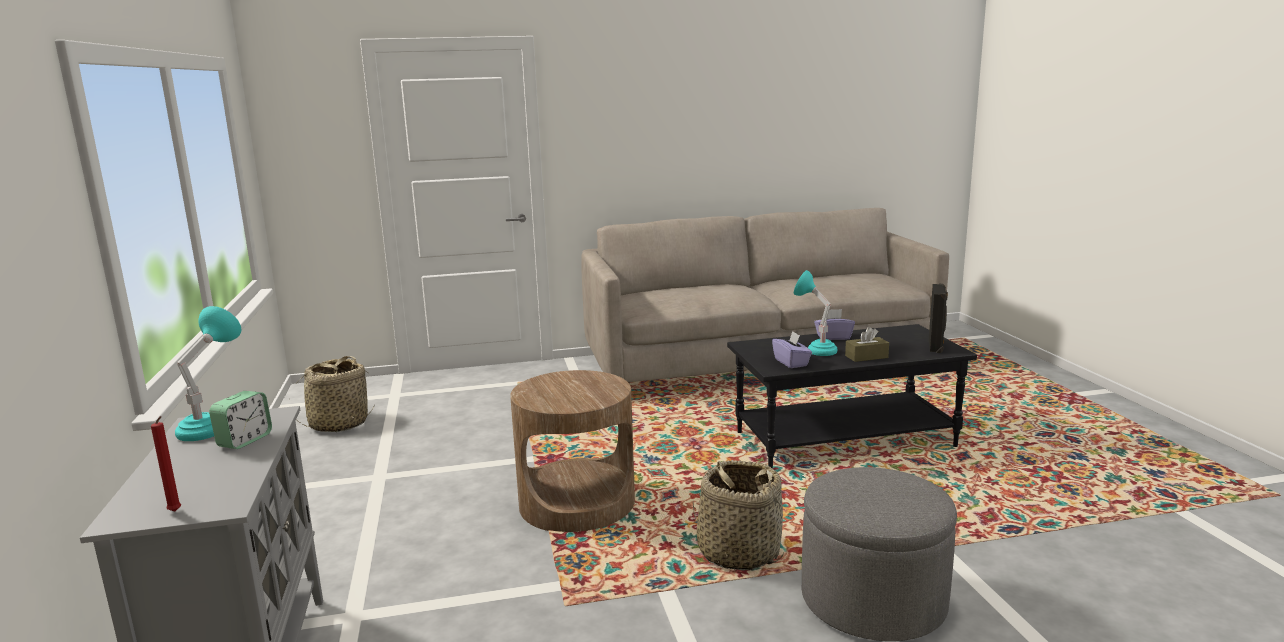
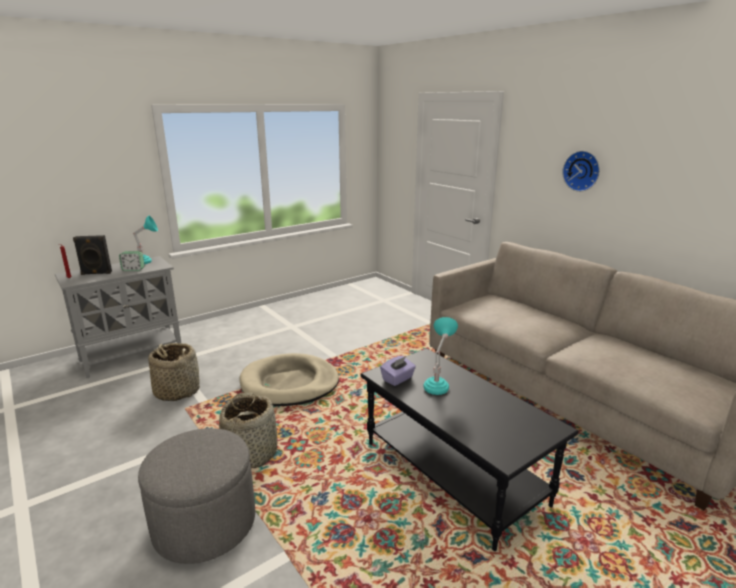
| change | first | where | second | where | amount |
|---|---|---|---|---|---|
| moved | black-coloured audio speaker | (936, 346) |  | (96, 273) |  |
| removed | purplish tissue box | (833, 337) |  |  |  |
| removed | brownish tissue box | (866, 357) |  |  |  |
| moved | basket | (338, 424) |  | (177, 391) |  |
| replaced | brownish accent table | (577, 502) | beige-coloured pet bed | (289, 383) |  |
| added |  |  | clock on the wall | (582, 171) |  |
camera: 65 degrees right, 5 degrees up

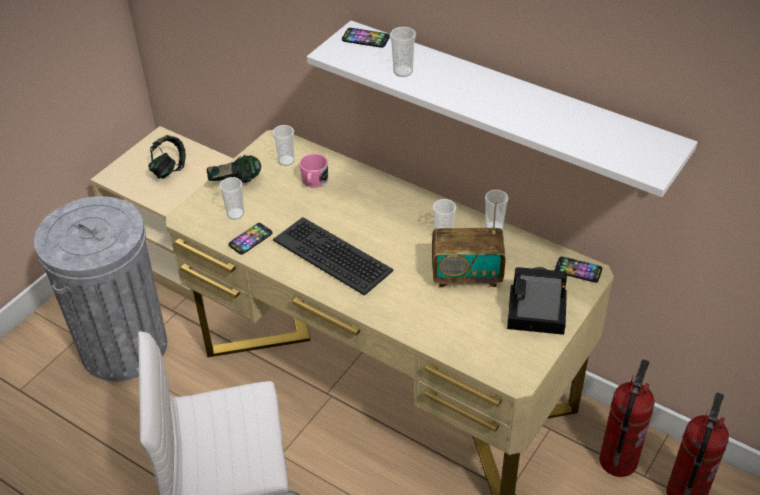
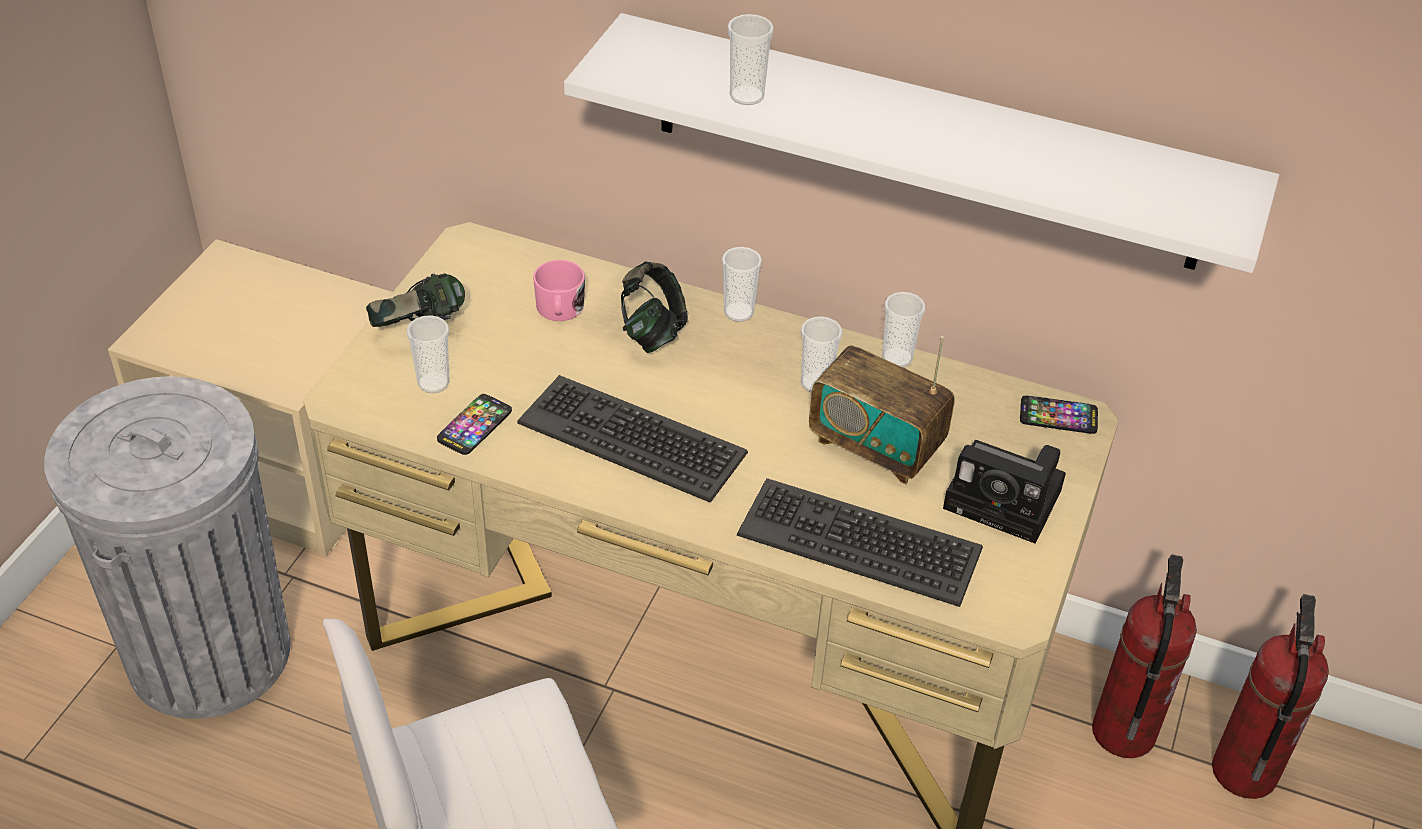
| change | first | where | second | where | amount |
|---|---|---|---|---|---|
| removed | telephone | (365, 39) |  |  |  |
| moved | small cup | (286, 161) |  | (738, 312) |  |
| moved | pair of headphones | (169, 169) |  | (652, 332) |  |
| turned | radio receiver | (466, 275) |  | (876, 446) | 45 degrees clockwise |
| turned | still camera | (533, 314) |  | (1007, 500) | 150 degrees counterclockwise |
| added |  |  | computer keyboard | (860, 541) |  |
camera: 15 degrees left, 0 degrees up

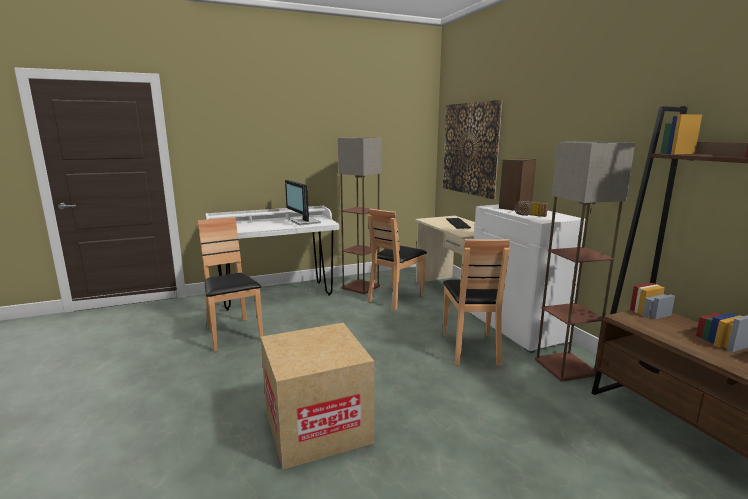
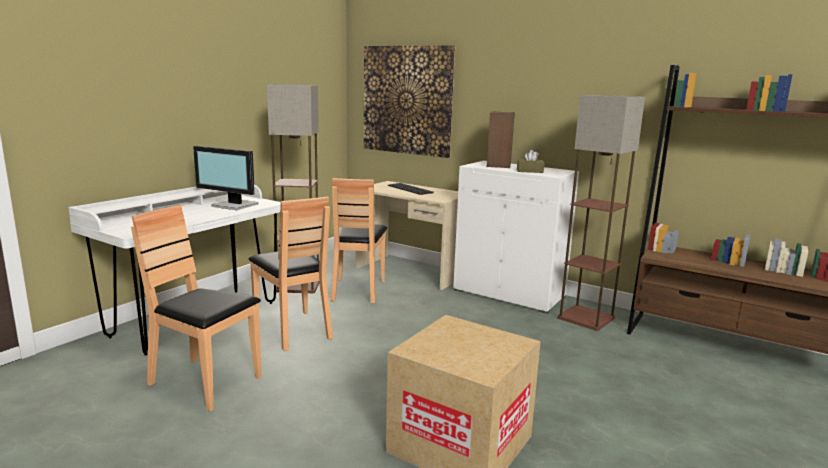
| change | first | where | second | where | amount |
|---|---|---|---|---|---|
| replaced | radio receiver | (529, 215) | brownish tissue box | (530, 171) |  |
| moved | brownish plain chair | (471, 348) |  | (293, 330) |  |
camera: 35 degrees left, 0 degrees up

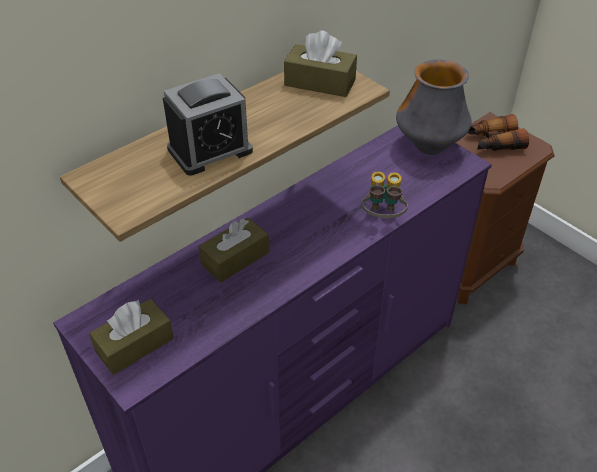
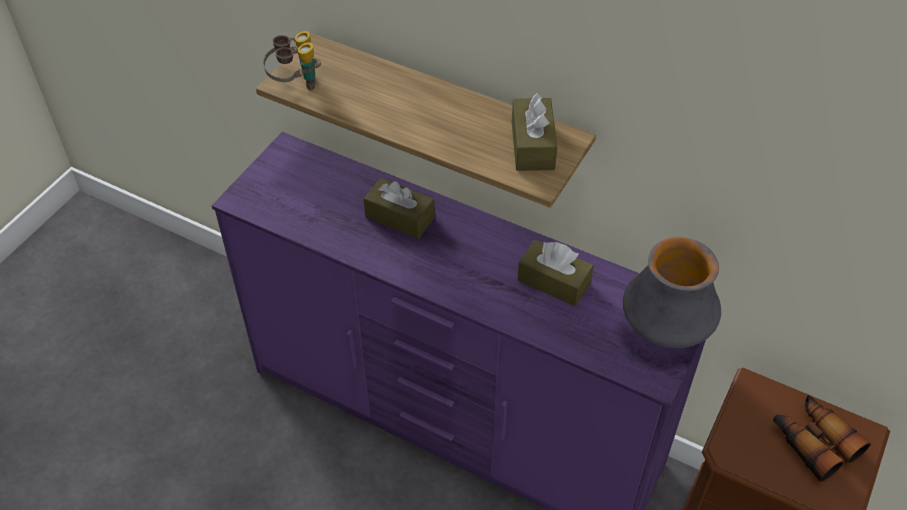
| change | first | where | second | where | amount |
|---|---|---|---|---|---|
| removed | bedside clock | (210, 150) |  |  |  |
| moved | pair of binoculars | (382, 218) |  | (295, 84) |  |
| moved | brownish tissue box | (134, 345) |  | (553, 281) |  |
camera: 70 degrees right, 5 degrees up

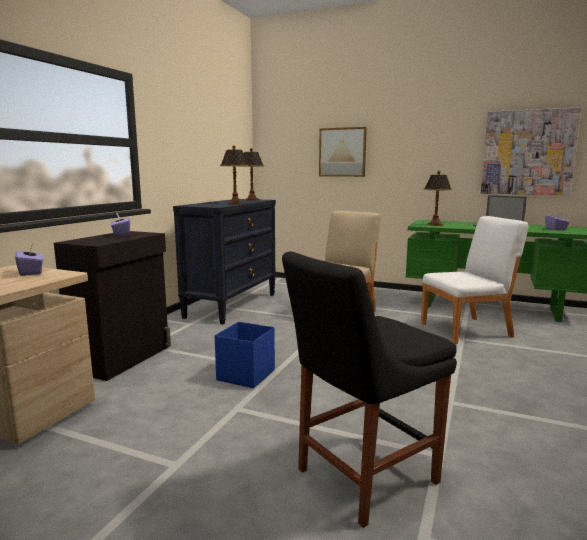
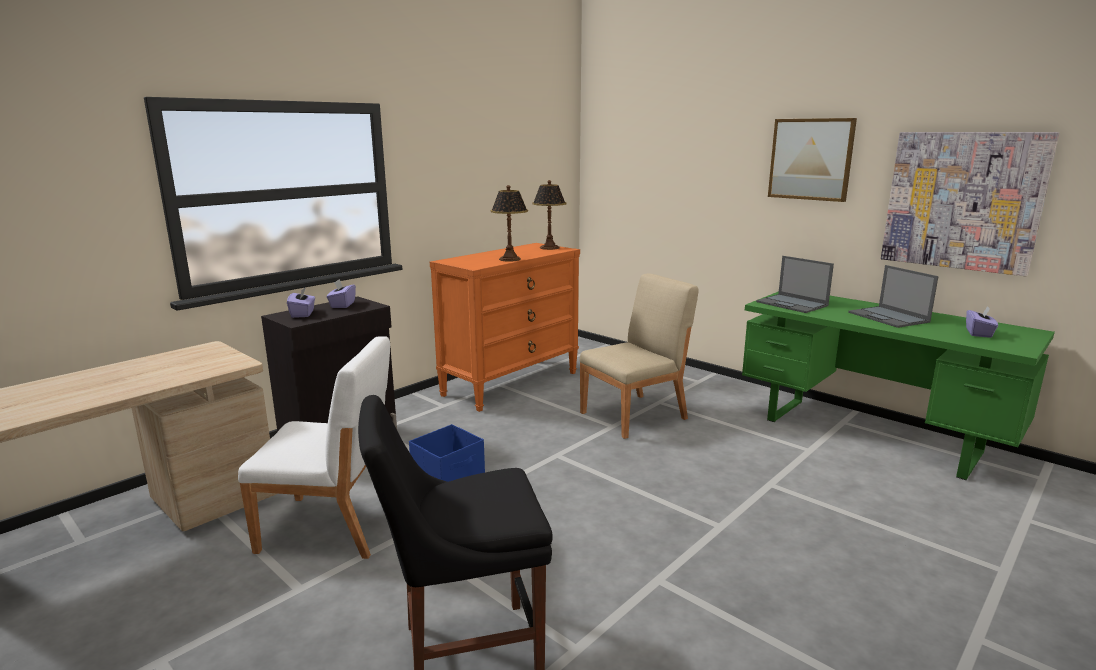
| change | first | where | second | where | amount |
|---|---|---|---|---|---|
| moved | wall art | (342, 152) |  | (811, 159) |  |
| replaced | table lamp | (435, 224) | notebook computer | (792, 304) |  |
| recoloured | black-coloured chest of drawers | (232, 305) | orange-coloured chest of drawers | (511, 383) |  |
| moved | white plain chair | (467, 330) |  | (332, 526) |  |
| moved | purplish tissue box | (31, 272) |  | (303, 314) |  |
camera: 20 degrees right, 5 degrees up

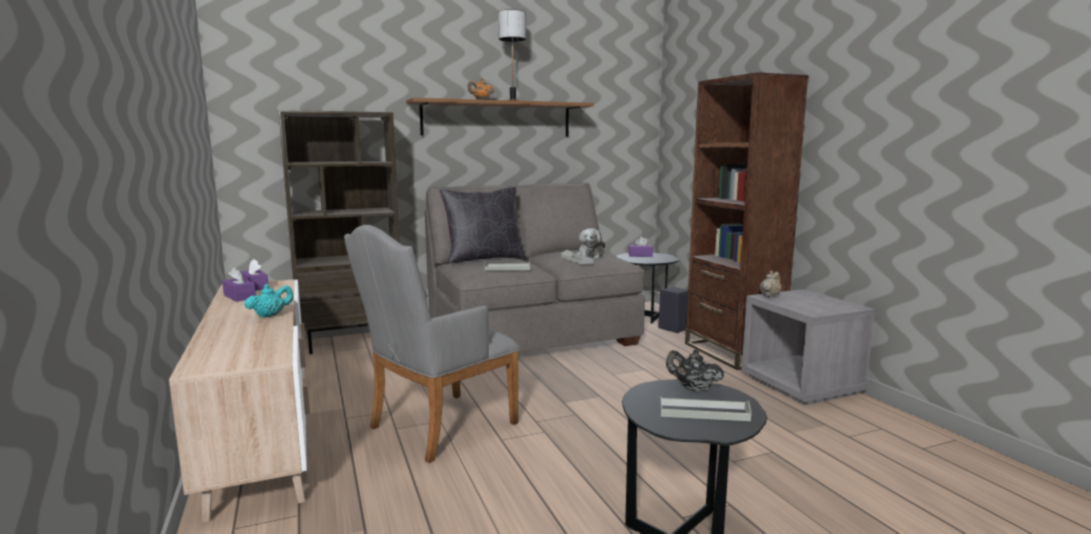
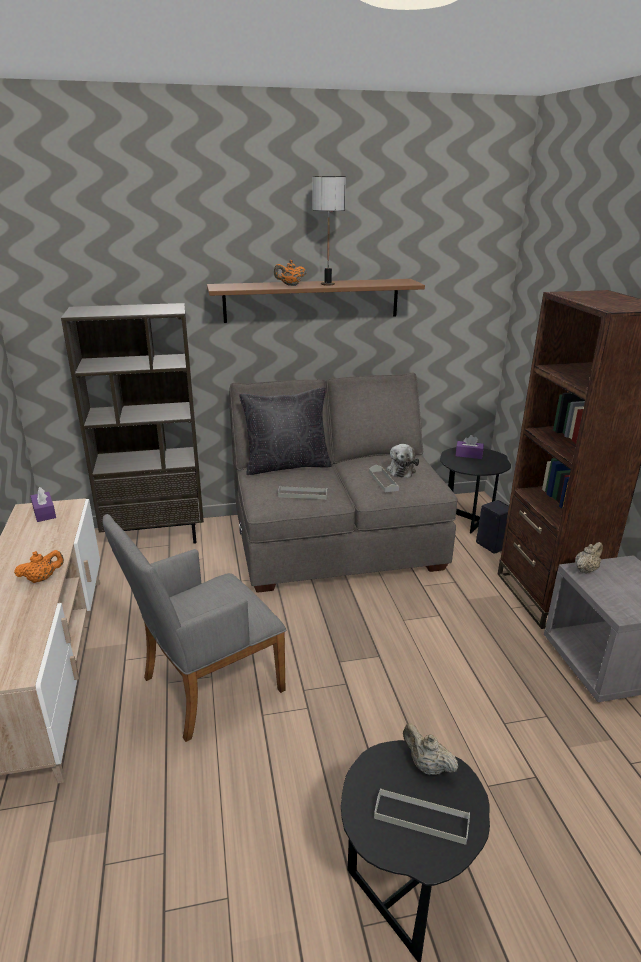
| change | first | where | second | where | amount |
|---|---|---|---|---|---|
| removed | purplish tissue box | (239, 297) |  |  |  |
| recoloured | turquoise tea pot | (270, 315) | orange-coloured tea pot | (42, 579) |  |
| recoloured | black-coloured tea pot | (692, 389) | beige-coloured tea pot | (427, 765) |  |
camera: 10 degrees right, 15 degrees up

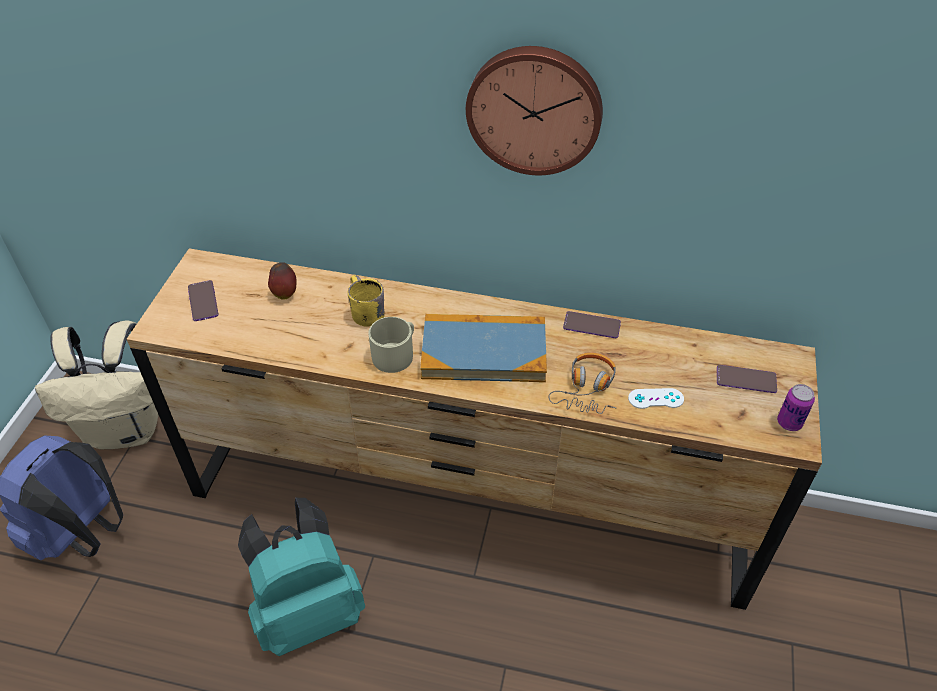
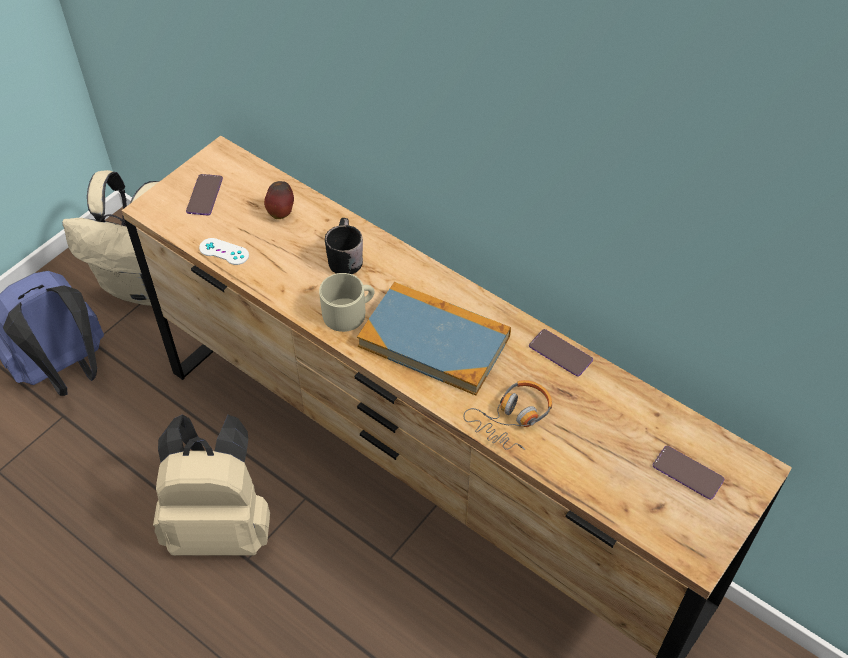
| change | first | where | second | where | amount |
|---|---|---|---|---|---|
| removed | clock on the wall | (535, 109) |  |  |  |
| recoloured | yellowish coffee mug | (362, 312) | black-coloured coffee mug | (342, 257) |  |
| removed | sealed can | (789, 423) |  |  |  |
| moved | white joypad | (656, 399) |  | (224, 252) |  |
| recoloured | turquoise knapsack | (308, 612) | beige-coloured knapsack | (221, 526) |  |
camera: 25 degrees right, 5 degrees up

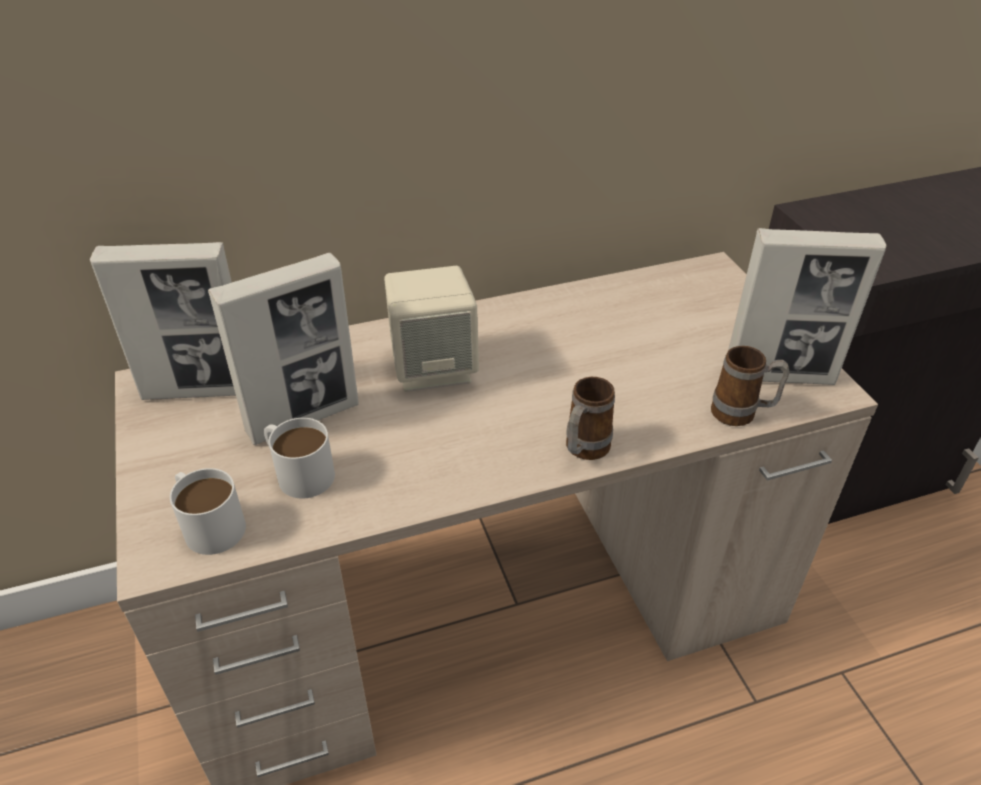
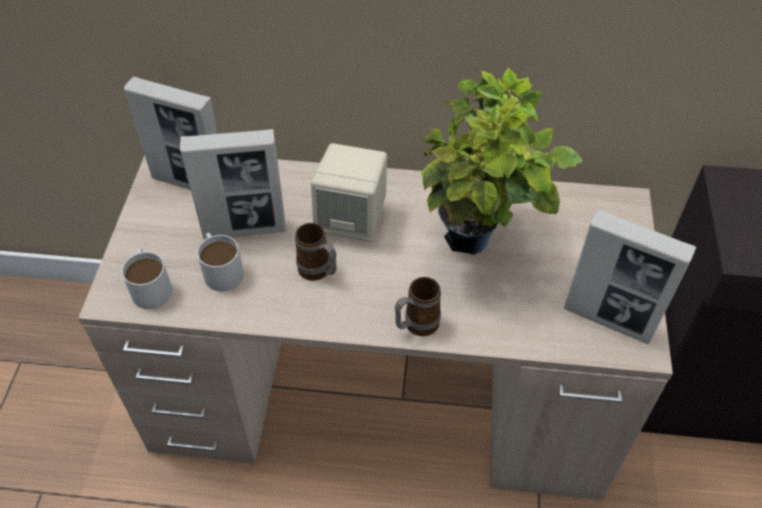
| change | first | where | second | where | amount |
|---|---|---|---|---|---|
| moved | coffee mug | (742, 415) |  | (318, 272) |  |
| added |  |  | potted plant | (477, 247) |  |
camera: 25 degrees right, 10 degrees up

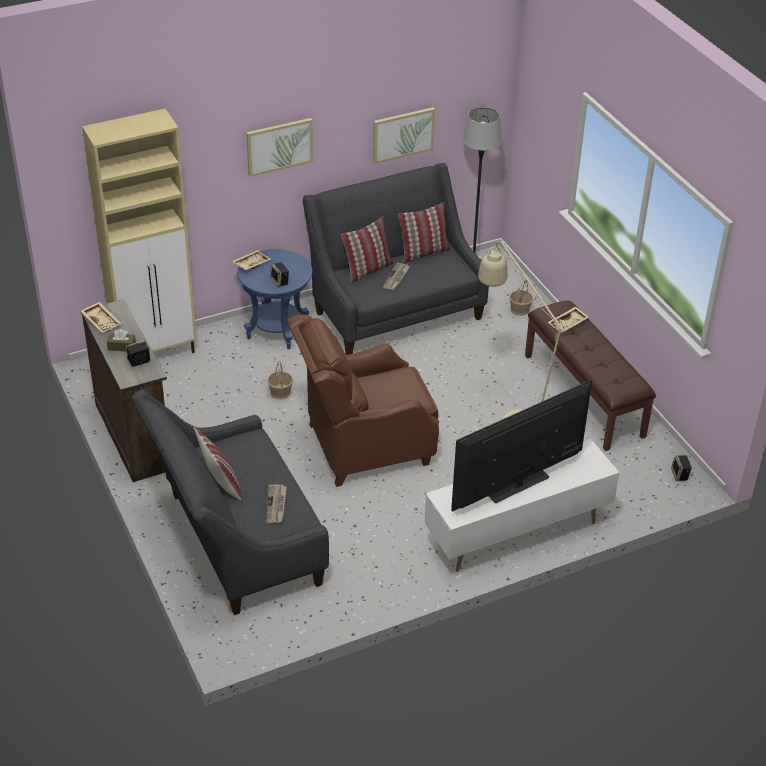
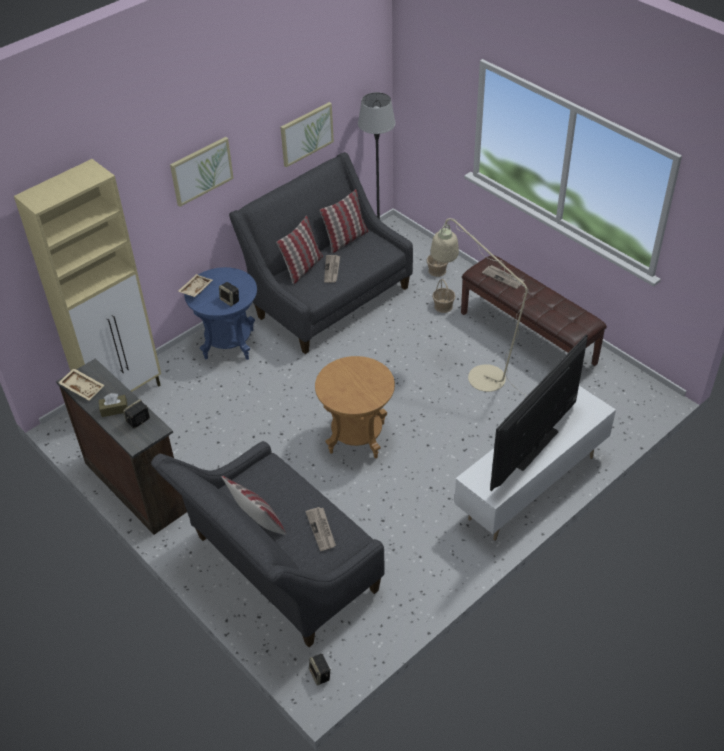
| change | first | where | second | where | amount |
|---|---|---|---|---|---|
| replaced | beige-coloured serving tray | (568, 324) | newspaper | (503, 278) |  |
| replaced | brownish easy chair | (364, 445) | brownish accent table | (357, 437) |  |
| moved | basket | (280, 392) |  | (443, 306) |  |
| moved | audio speaker | (680, 475) |  | (320, 675) |  |
camera: 15 degrees left, 5 degrees up

